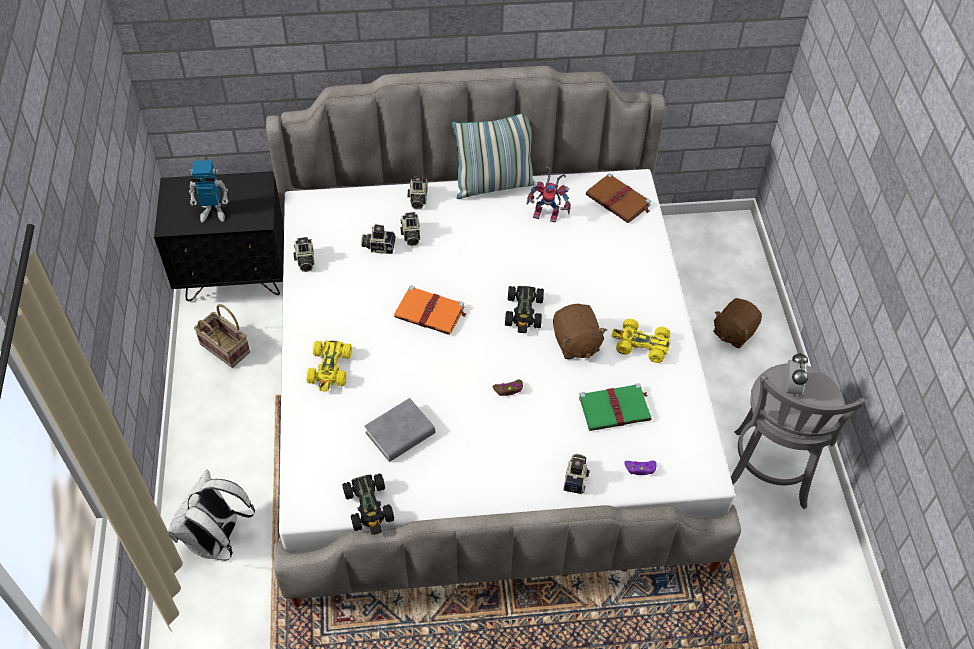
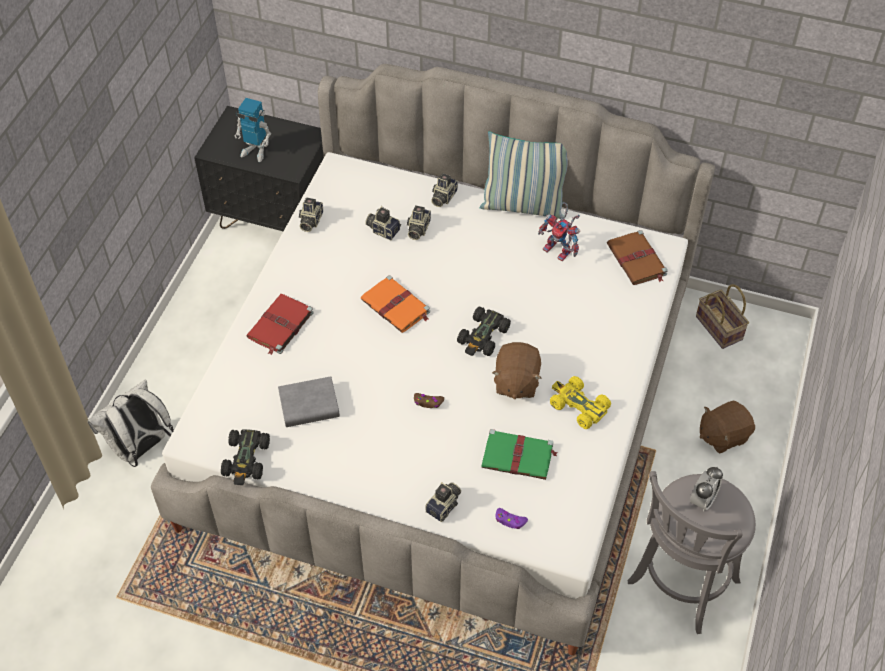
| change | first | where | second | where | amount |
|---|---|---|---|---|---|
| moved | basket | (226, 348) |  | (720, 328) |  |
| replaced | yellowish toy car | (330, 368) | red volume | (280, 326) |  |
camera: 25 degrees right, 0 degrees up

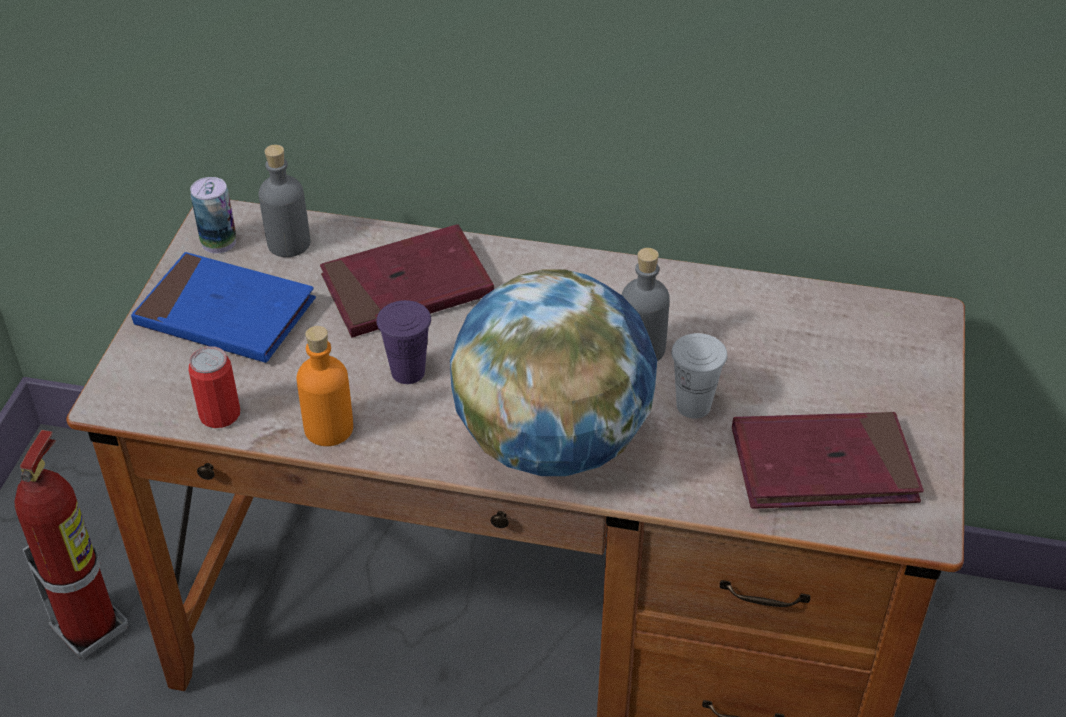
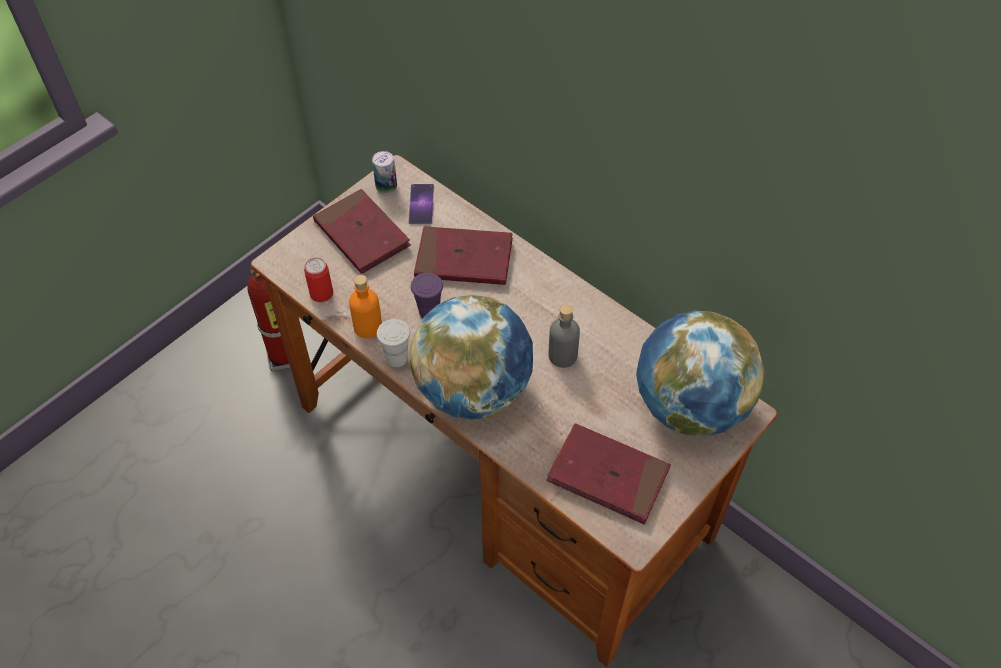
| change | first | where | second | where | amount |
|---|---|---|---|---|---|
| replaced | gray bottle | (288, 243) | telephone | (421, 204) |  |
| recoloured | bluish volume | (226, 314) | red volume | (362, 234) |  |
| moved | white small cup | (693, 406) |  | (397, 358) |  |
| added |  |  | desk globe | (689, 406) |  |
camera: 30 degrees right, 10 degrees up

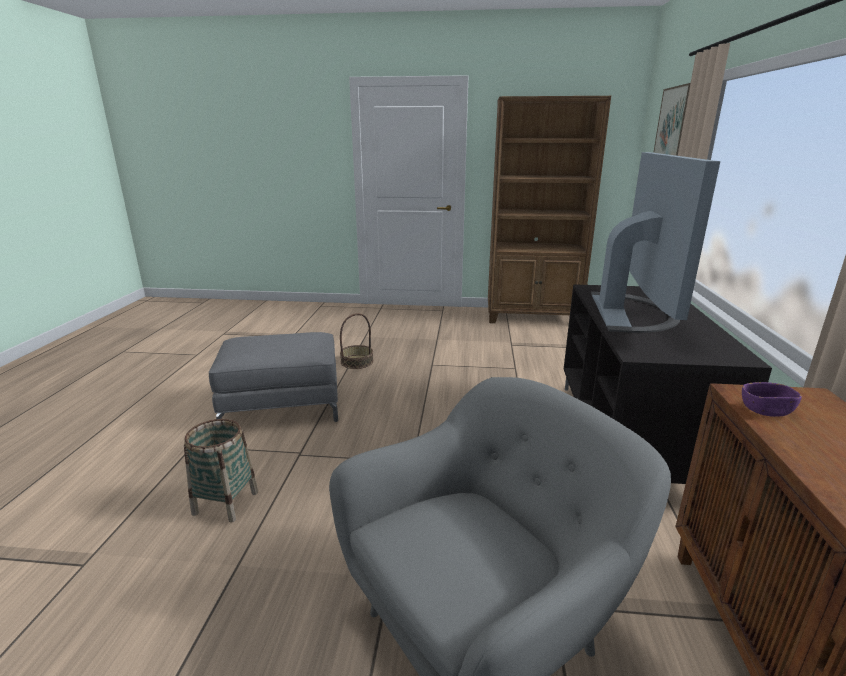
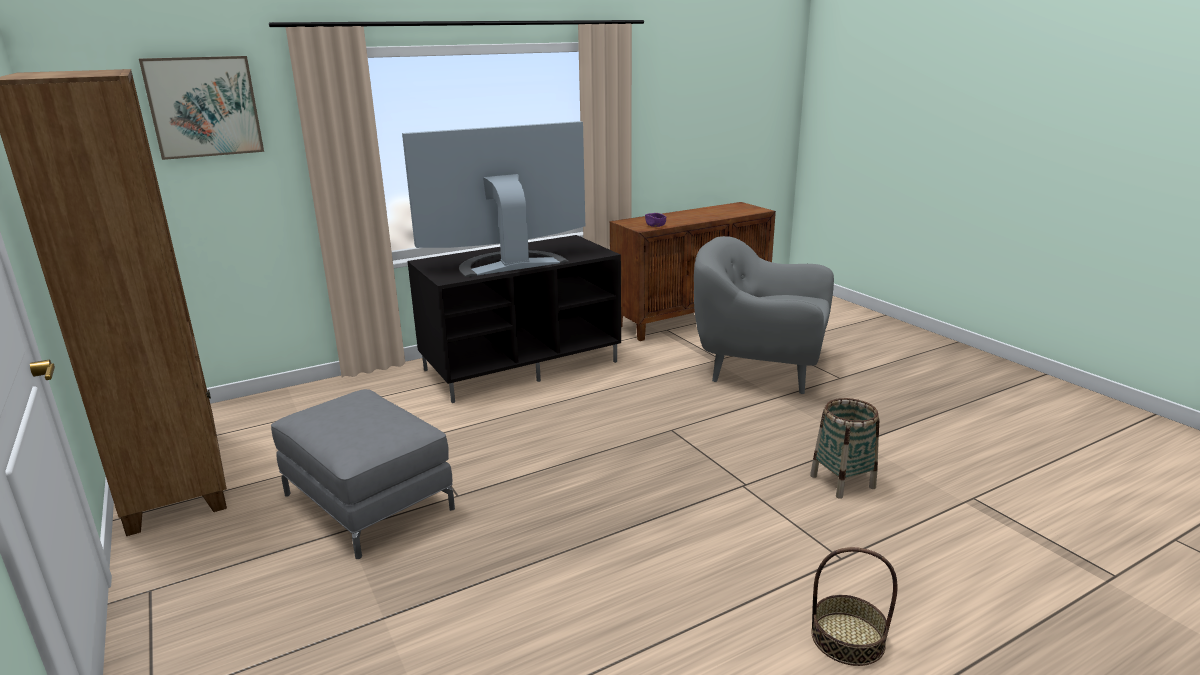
| change | first | where | second | where | amount |
|---|---|---|---|---|---|
| moved | basket | (357, 362) |  | (847, 638) |  |
| moved | gray pouffe | (282, 406) |  | (368, 501) |  |
camera: 125 degrees left, 0 degrees up

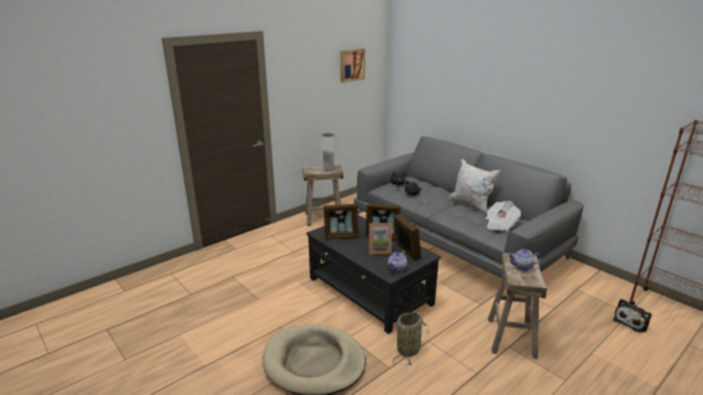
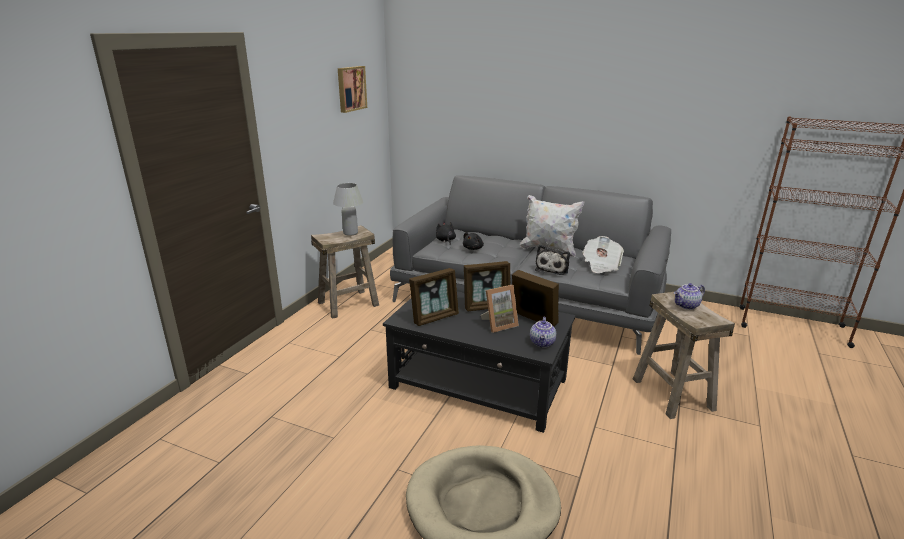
| change | first | where | second | where | amount |
|---|---|---|---|---|---|
| moved | soft toy | (631, 322) |  | (552, 268) |  |
| removed | basket | (409, 349) |  |  |  |
camera: 25 degrees left, 0 degrees up

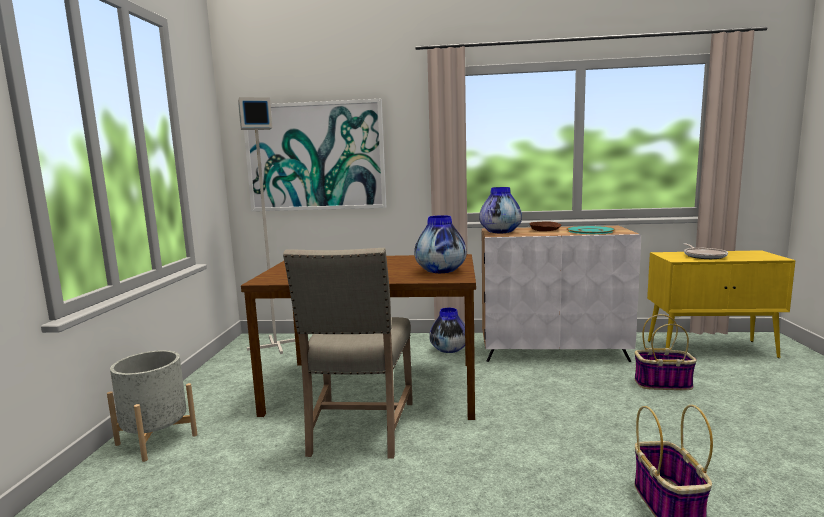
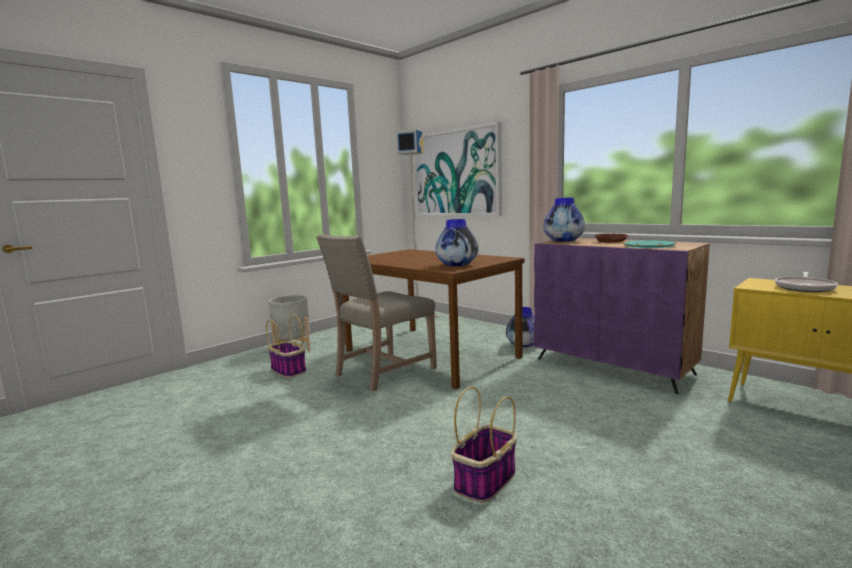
| change | first | where | second | where | amount |
|---|---|---|---|---|---|
| recoloured | white storage cabinet | (553, 351) | purplish storage cabinet | (613, 366) |  |
| moved | basket | (663, 383) |  | (289, 370) |  |
camera: 40 degrees right, 0 degrees up

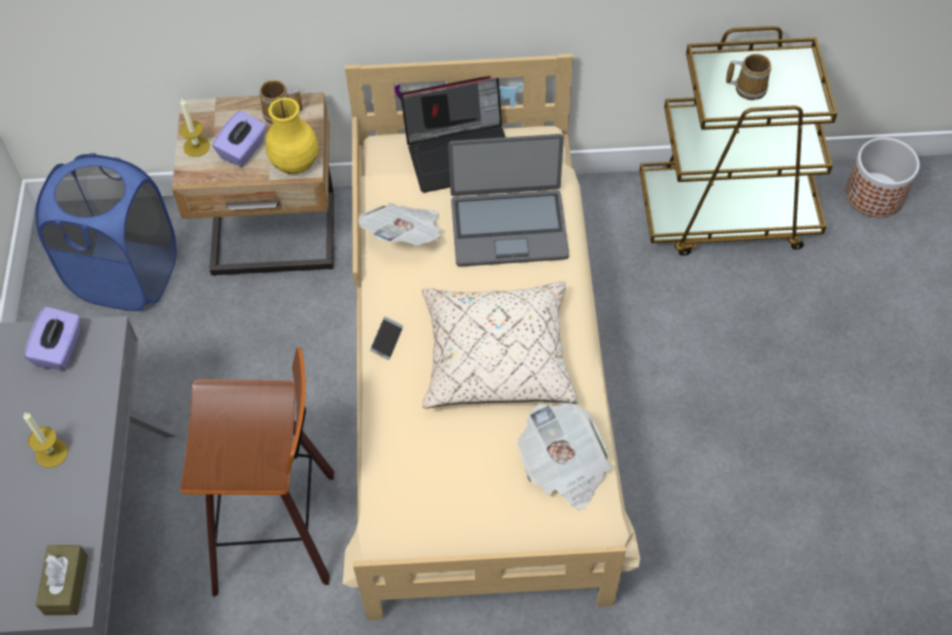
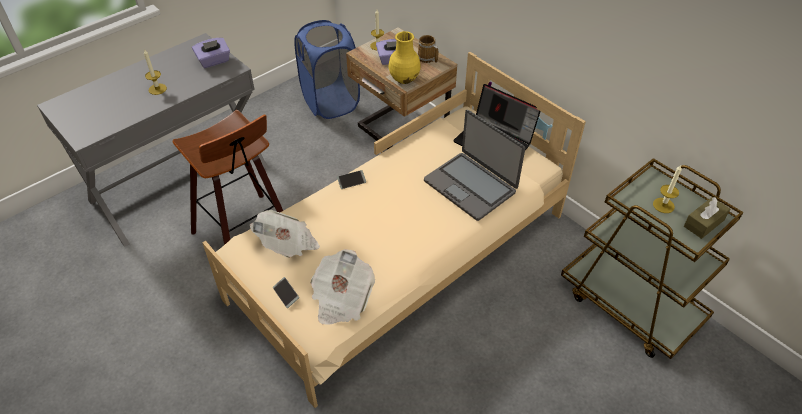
| change | first | where | second | where | amount |
|---|---|---|---|---|---|
| replaced | coffee mug | (748, 87) | wax candle | (663, 205) |  |
| removed | planter | (875, 195) |  |  |  |
| moved | newspaper | (405, 236) |  | (288, 245) |  |
| removed | beige-coloured pillow | (497, 356) |  |  |  |
| moved | brownish tissue box | (66, 584) |  | (704, 223) |  |
| added |  |  | telephone | (286, 294) |  |
camera: 50 degrees right, 10 degrees down

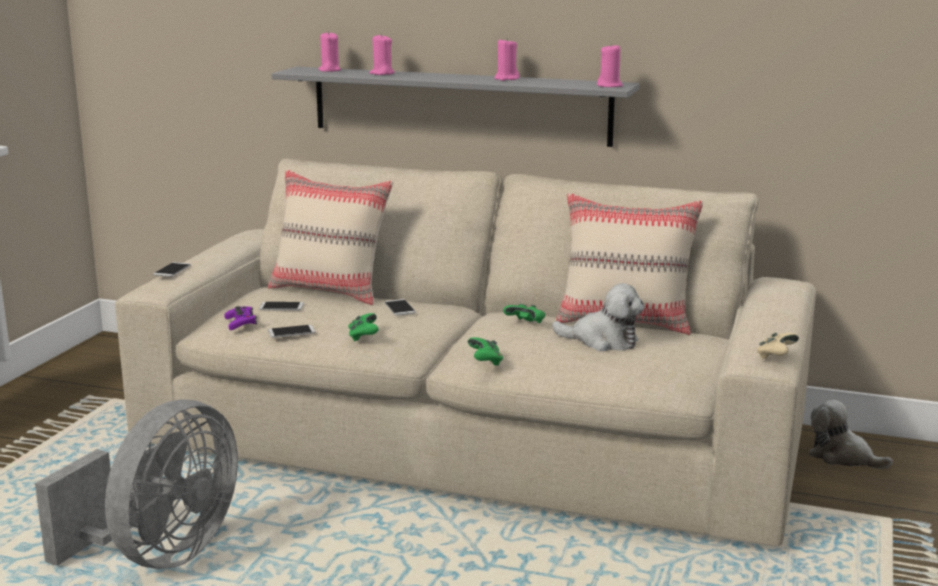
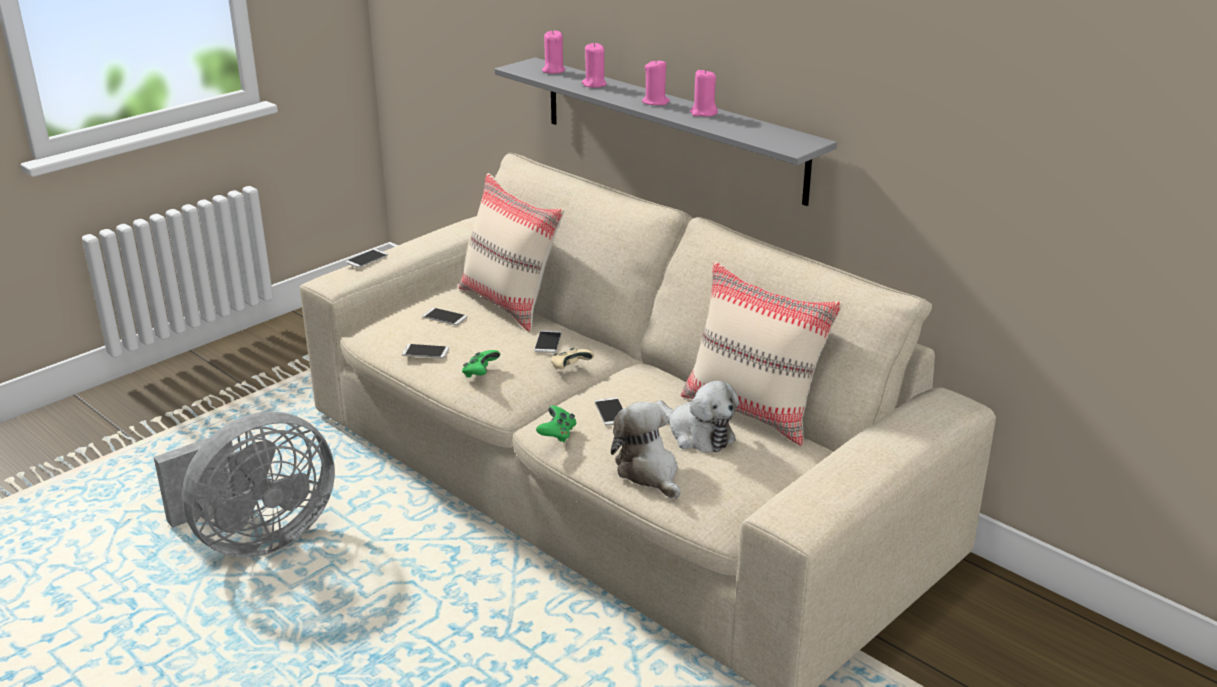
| change | first | where | second | where | amount |
|---|---|---|---|---|---|
| moved | pink wax candle | (609, 86) |  | (655, 102) |  |
| removed | green joypad | (526, 323) |  |  |  |
| removed | purplish joypad | (241, 322) |  |  |  |
| moved | beige-coloured joypad | (776, 356) |  | (570, 368) |  |
| moved | soft toy | (842, 457) |  | (649, 472) |  |
| added |  |  | telephone | (611, 412) |  |
camera: 25 degrees right, 10 degrees up

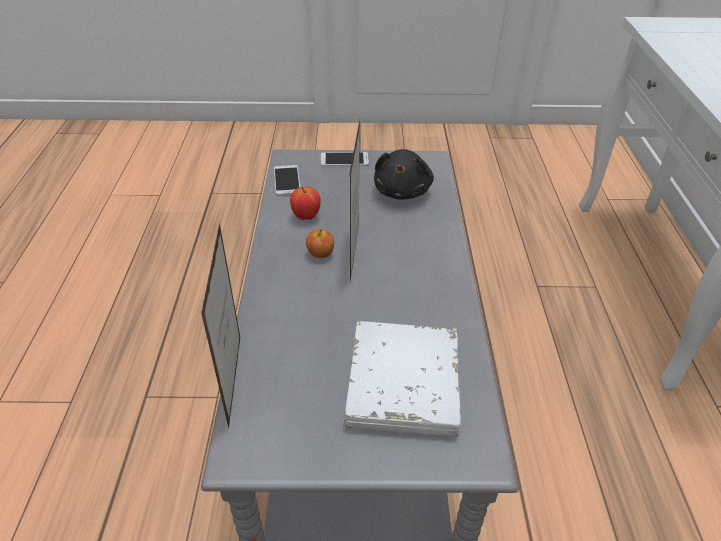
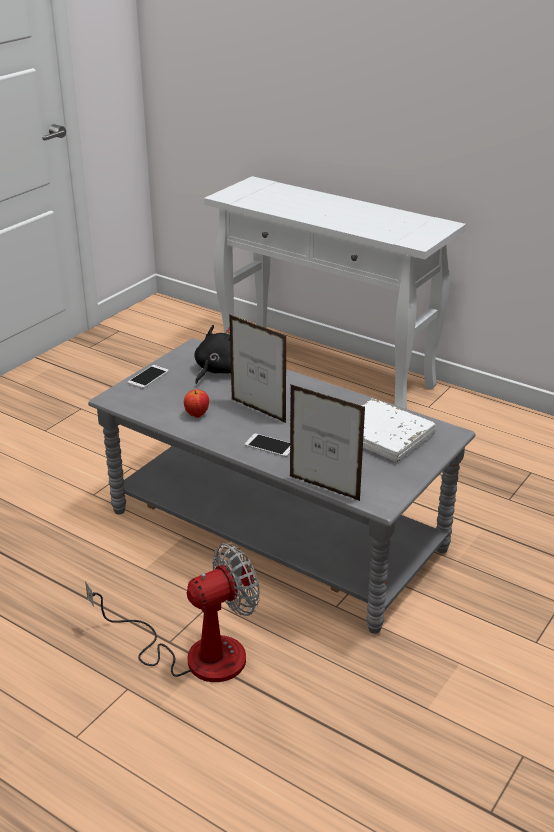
| change | first | where | second | where | amount |
|---|---|---|---|---|---|
| turned | black-coloured soft toy | (402, 191) |  | (216, 370) | 105 degrees counterclockwise |
| moved | telephone | (287, 180) |  | (270, 446) |  |
| removed | apple fruit | (320, 253) |  |  |  |
| added |  |  | electric fan | (195, 654) |  |
camera: 55 degrees left, 10 degrees down

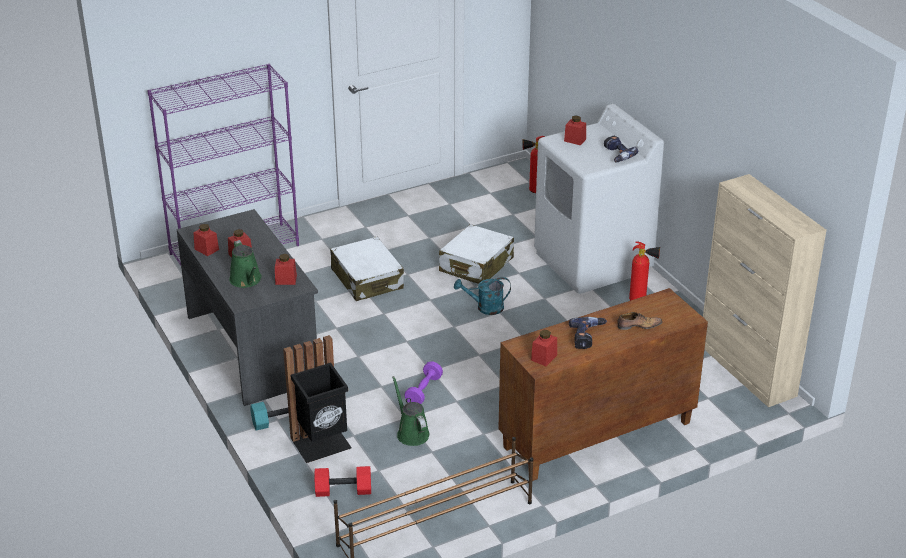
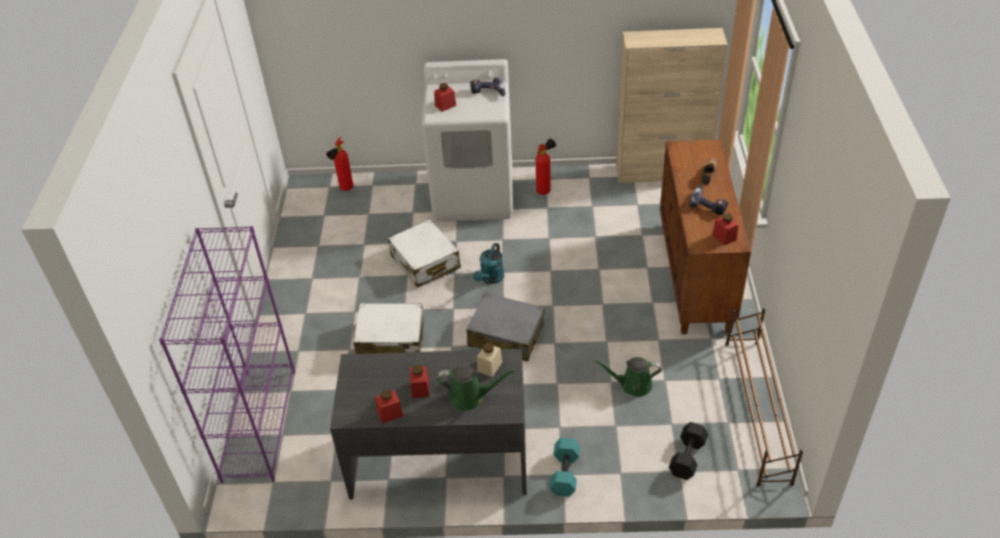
| change | first | where | second | where | amount |
|---|---|---|---|---|---|
| recoloured | red preserve jar | (286, 280) | beige-coloured preserve jar | (489, 366) |  |
| removed | black-coloured trash can | (322, 444) |  |  |  |
| removed | purplish hand weight | (424, 391) |  |  |  |
| recoloured | red hand weight | (343, 491) | black-coloured hand weight | (688, 458) |  |
| added |  |  | gray piece of luggage | (506, 335) |  |
camera: 60 degrees left, 10 degrees up

